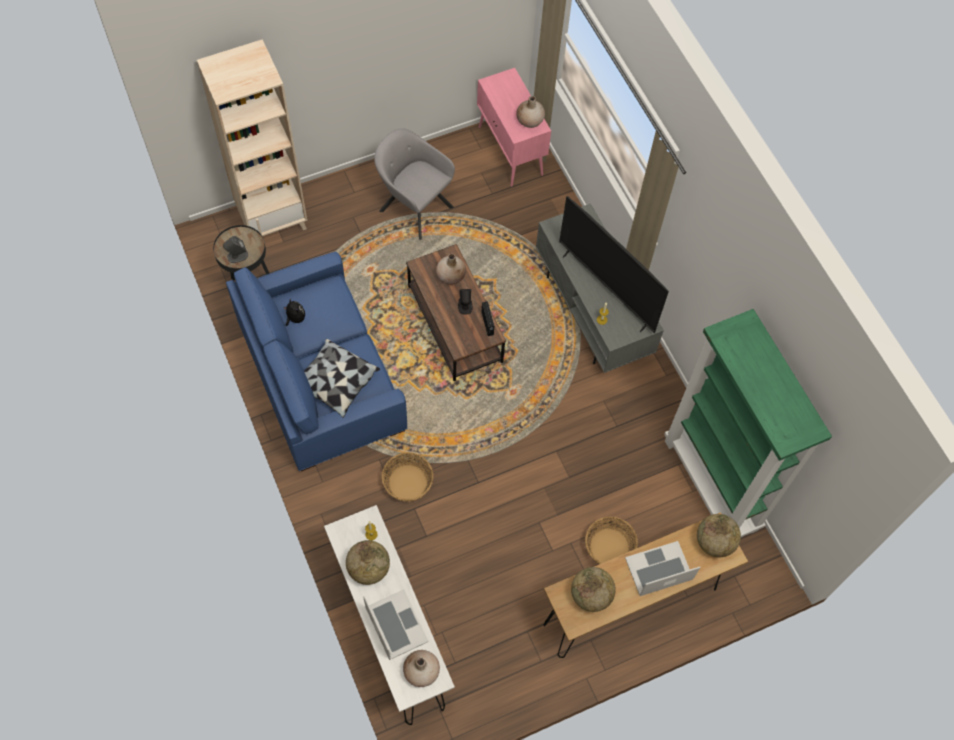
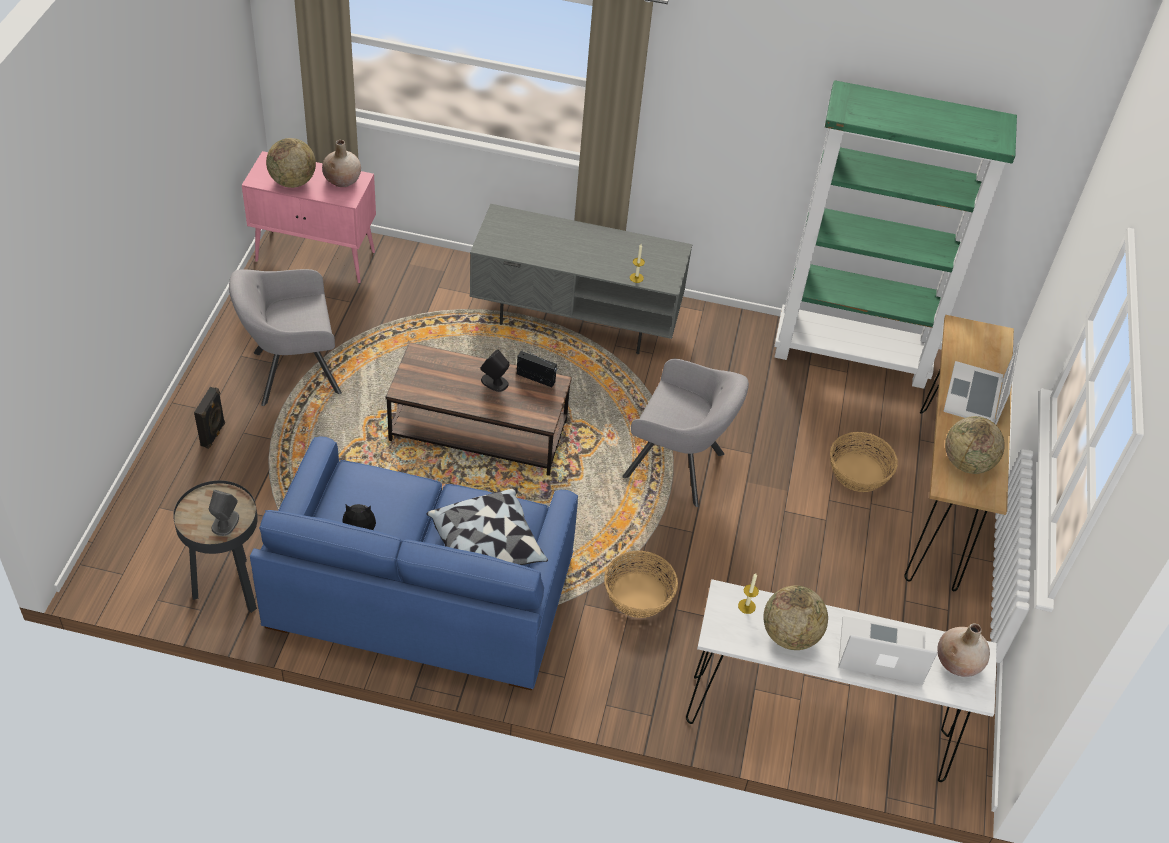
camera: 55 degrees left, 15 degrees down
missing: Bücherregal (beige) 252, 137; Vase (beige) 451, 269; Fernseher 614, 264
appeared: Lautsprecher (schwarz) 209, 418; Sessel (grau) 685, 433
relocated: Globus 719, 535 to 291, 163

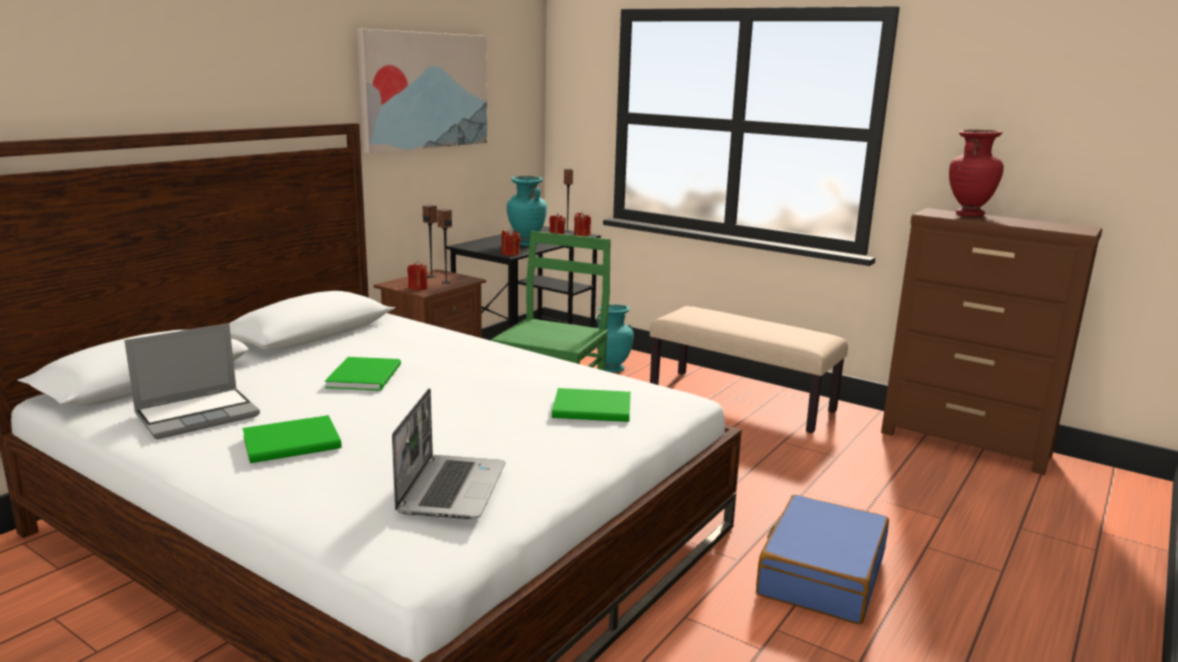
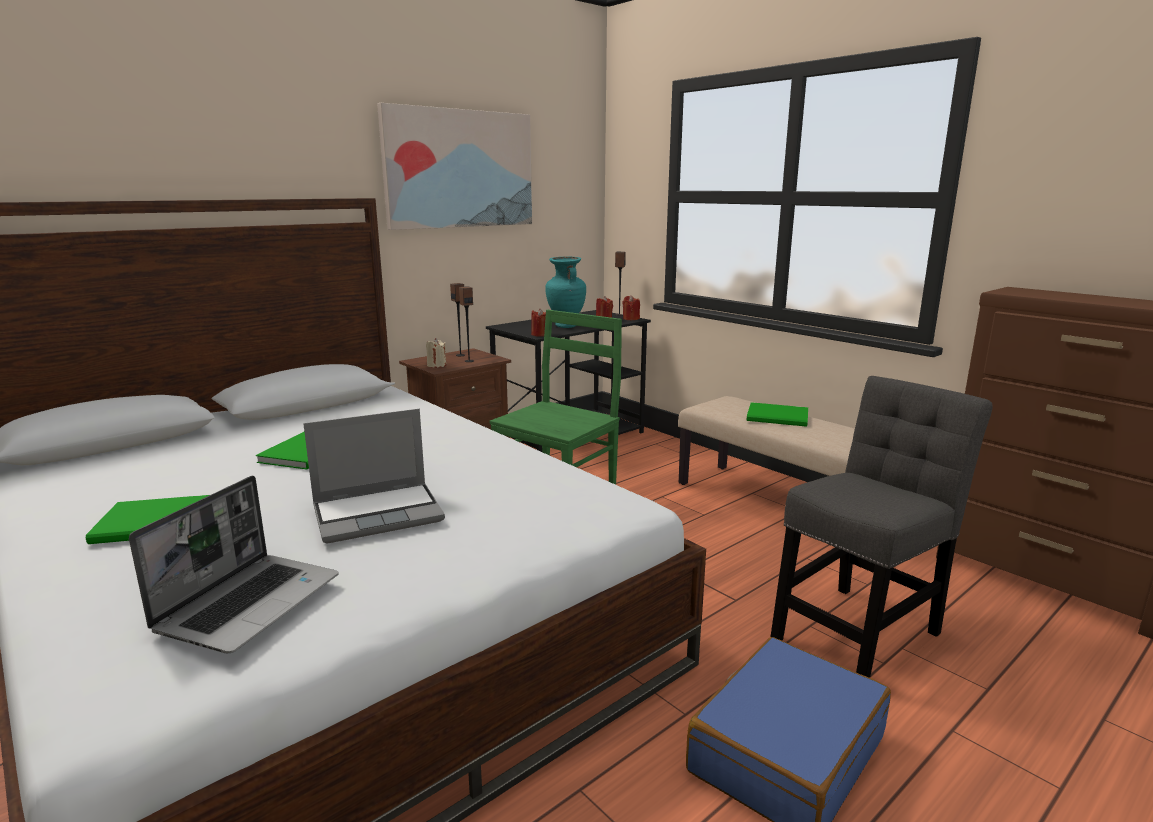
camera: 15 degrees right, 0 degrees up
missing: Vase (türkis) 615, 338; Vase (rot) 976, 173
appeared: Stuhl (grau) 881, 527
relocated: Laptop 192, 381 to 374, 476; Buch (grün) 591, 405 to 777, 414
colour: Kerze (rot) 417, 275 to Kerze (beige) 436, 353

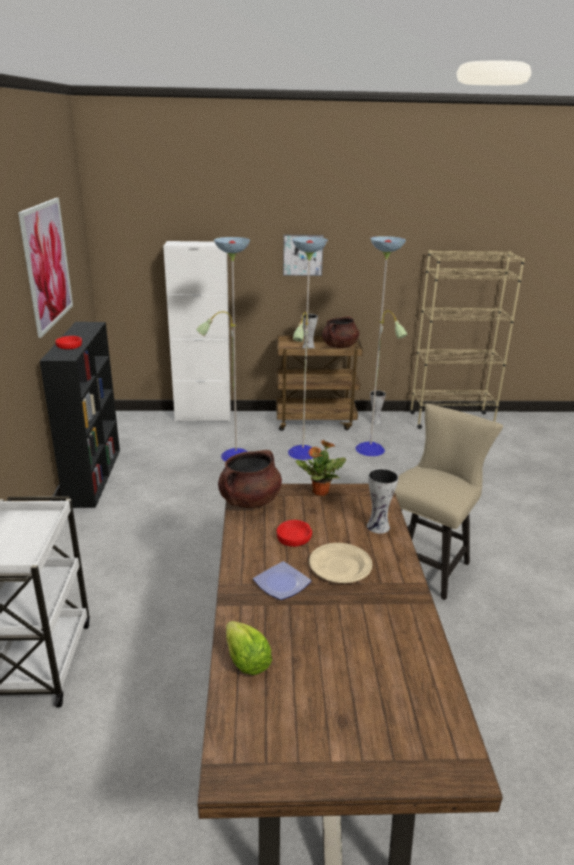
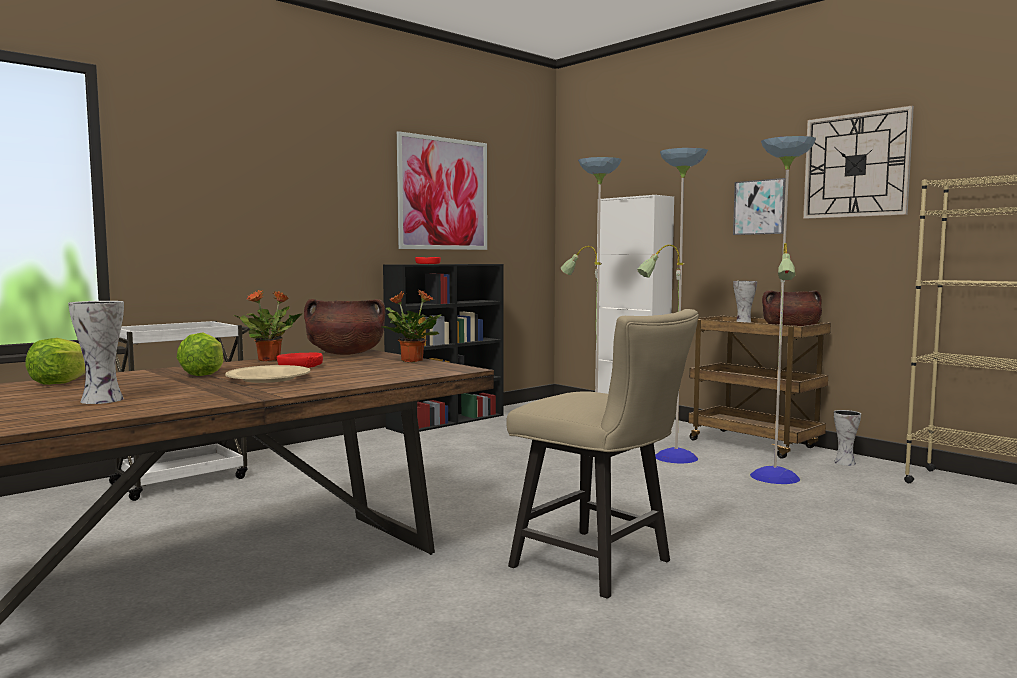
camera: 50 degrees right, 20 degrees down
appeared: Topfpflanze 268, 325; Wanduhr 858, 162
relocated: Vase 383, 501 to 96, 352
exchanged: Teller 282, 580 to Salatkopf 200, 354
spun: Stuhl (beige) 449, 502 = 602, 454 45 degrees clockwise

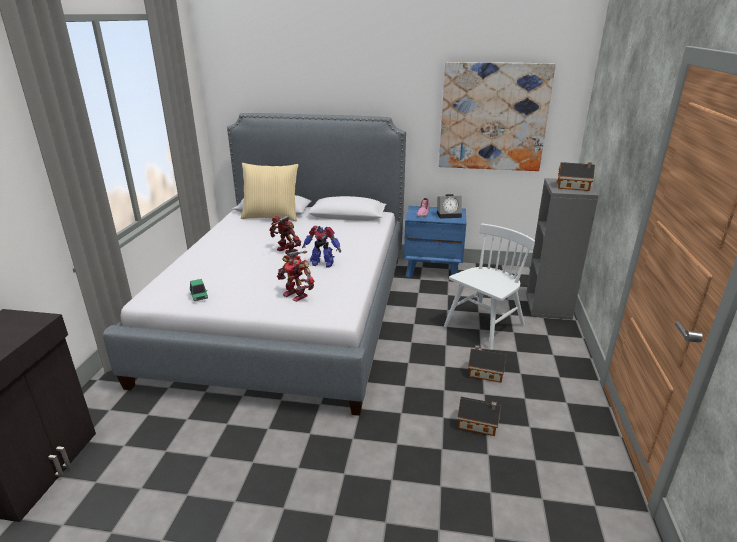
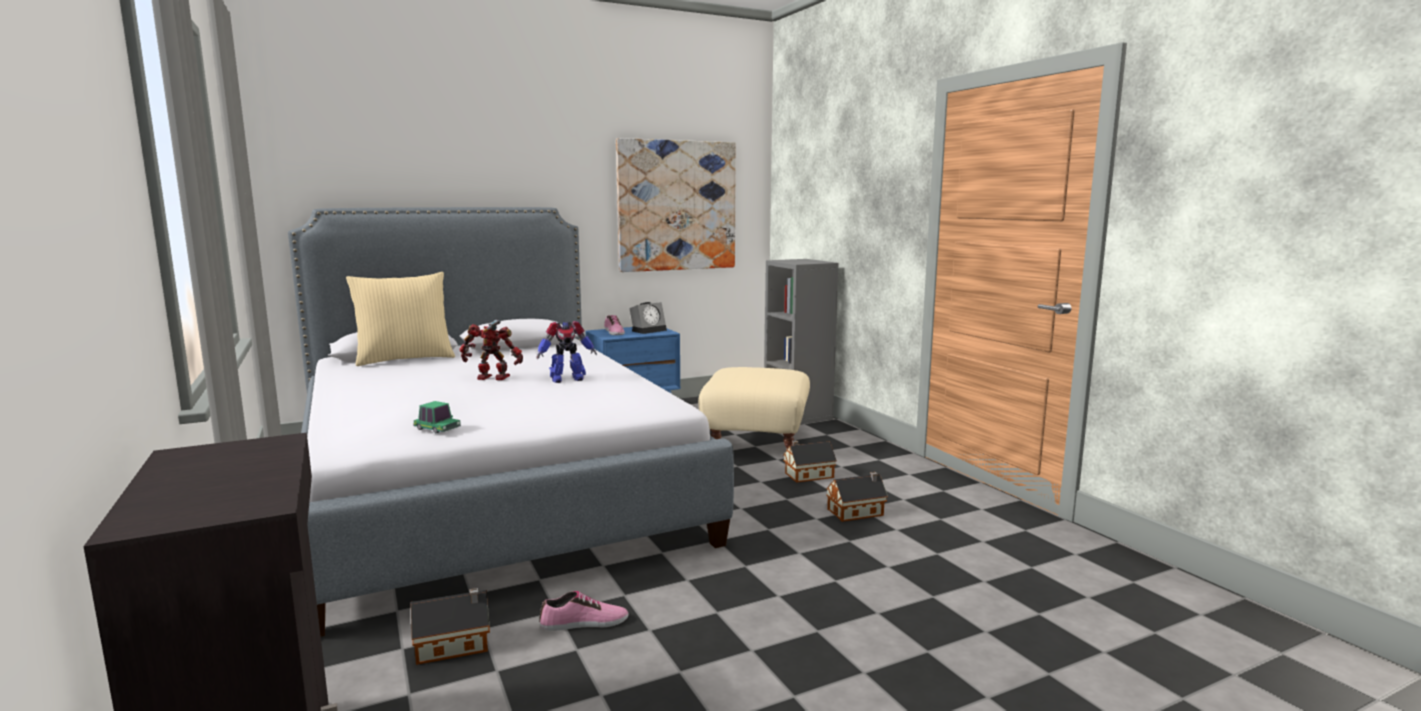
camera: 35 degrees left, 15 degrees down
missing: Spielzeugroboter 296, 276
appeared: Schuh 584, 611
relocated: Spielzeughaus 576, 176 to 450, 626
exchanged: Stuhl (weiß) 489, 287 to Polsterhocker (beige) 754, 408

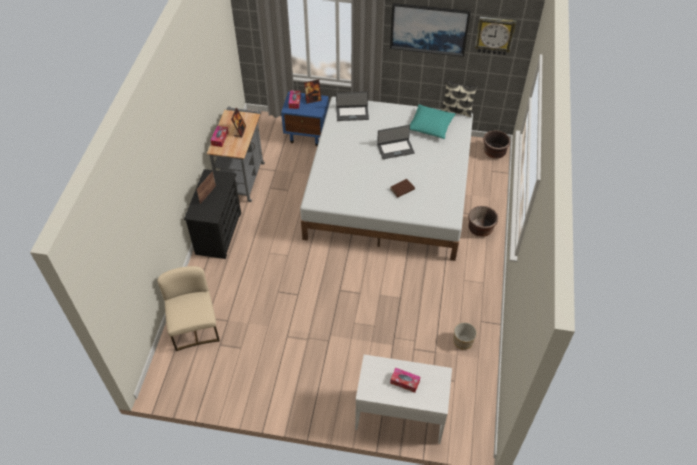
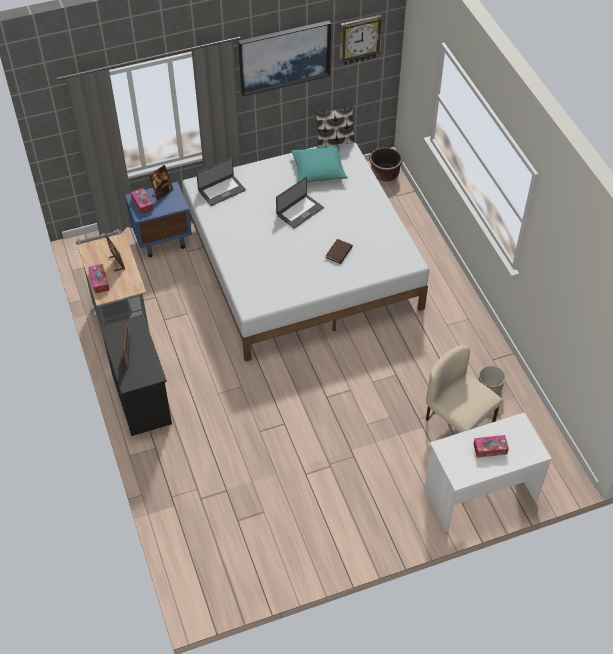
camera: 30 degrees left, 0 degrees up
missing: Pflanzkübel (braun) 483, 221
relocated: Stuhl (beige) 188, 308 to 464, 389

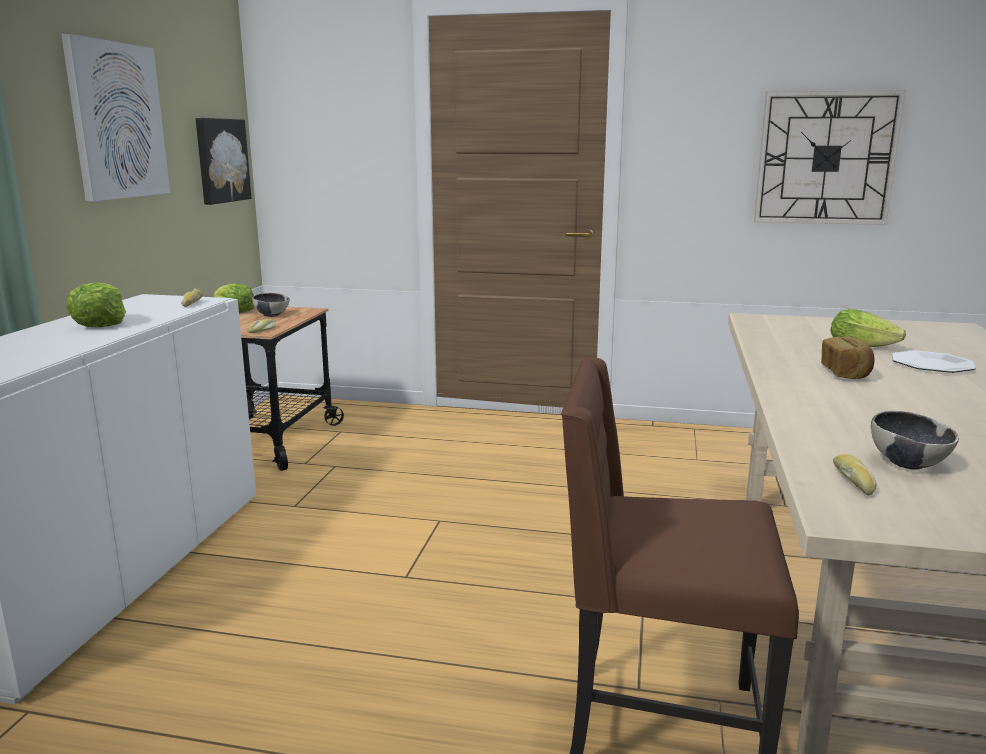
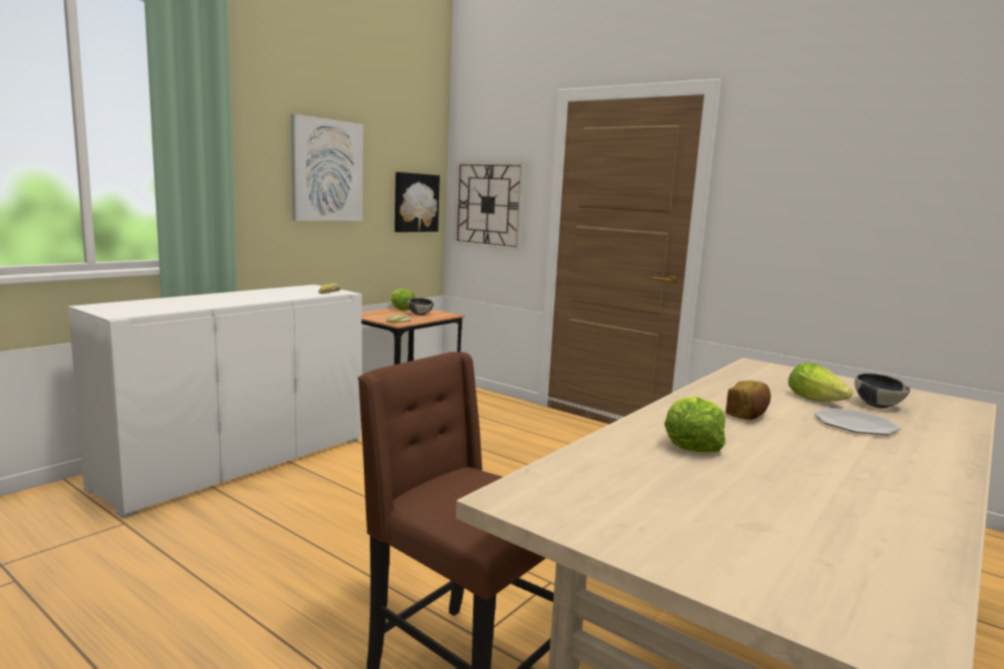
camera: 25 degrees right, 5 degrees down
missing: Brot 855, 475
relocated: Wanduhr 830, 157 to 489, 206; Salatkopf 96, 305 to 695, 424; Schüssel 915, 440 to 882, 390

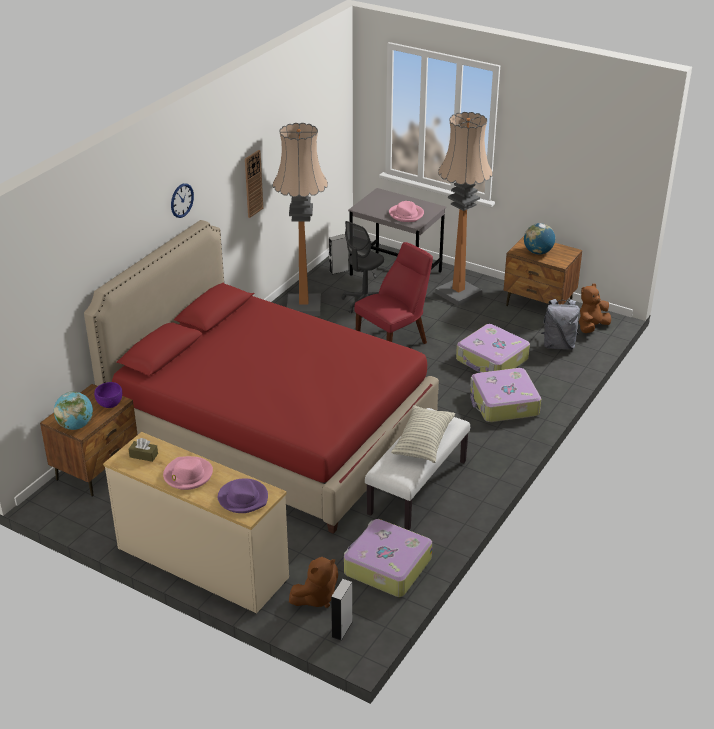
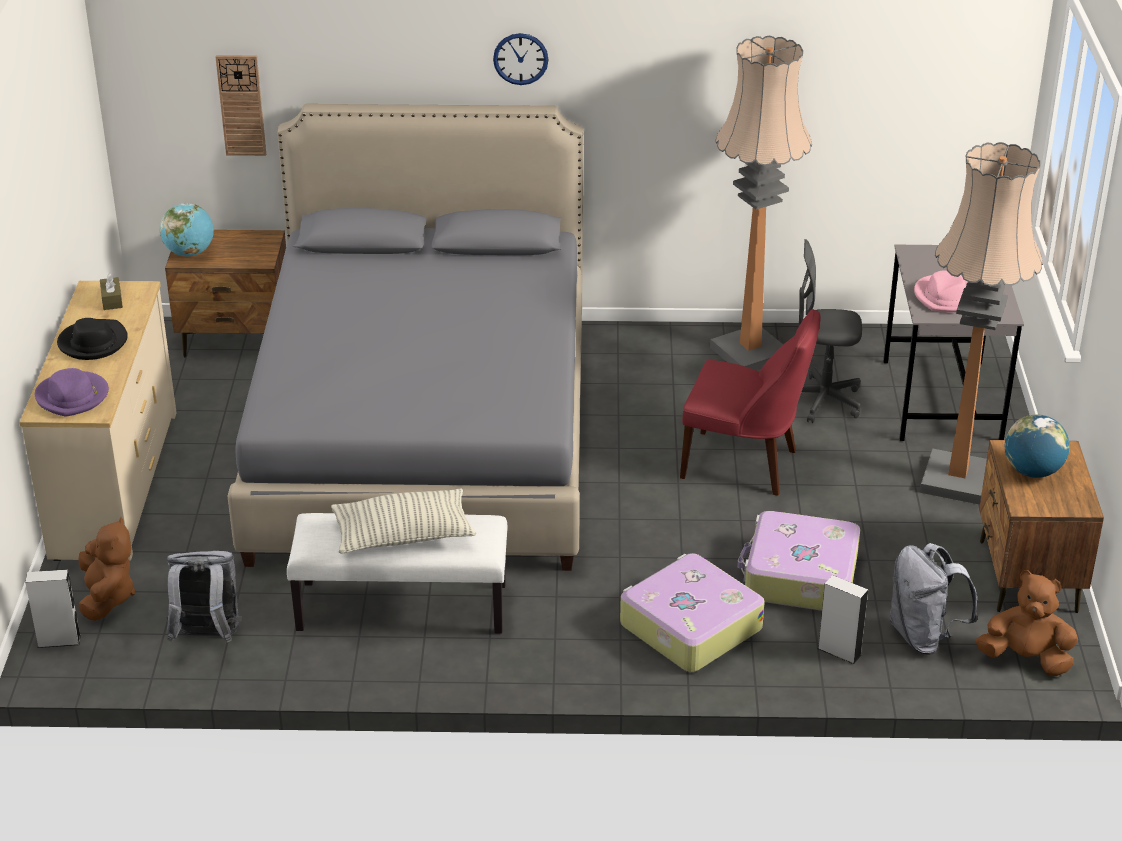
camera: 60 degrees right, 0 degrees up
missing: Schüssel (lila) 108, 395
relocated: Wanduhr 254, 184 to 240, 105; Lautsprecher (grau) 339, 254 to 842, 619
exchanged: Koffer 388, 558 to Rucksack (grau) 204, 597
colour: Hut (rosa) 188, 473 to Hut (schwarz) 92, 339; Bett (rot) 261, 377 to Bett (grau) 405, 337
spun: Plüschtier (braun) 313, 582 = 107, 569 120 degrees counterclockwise

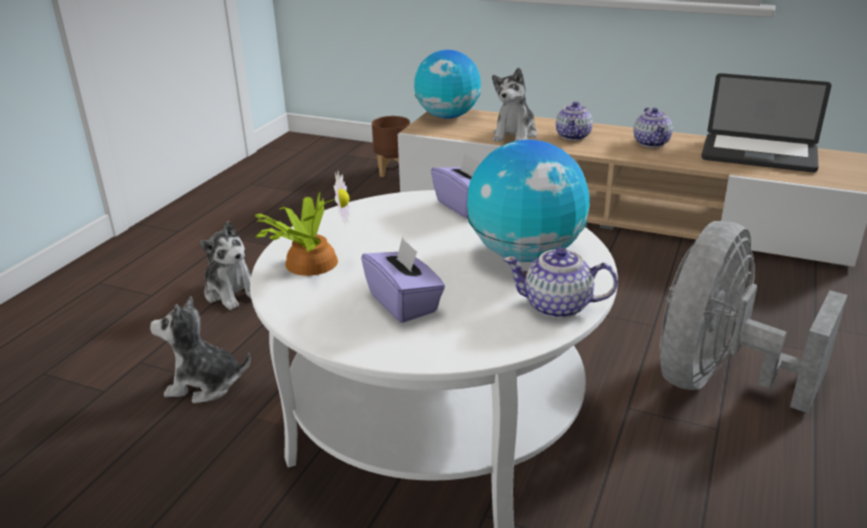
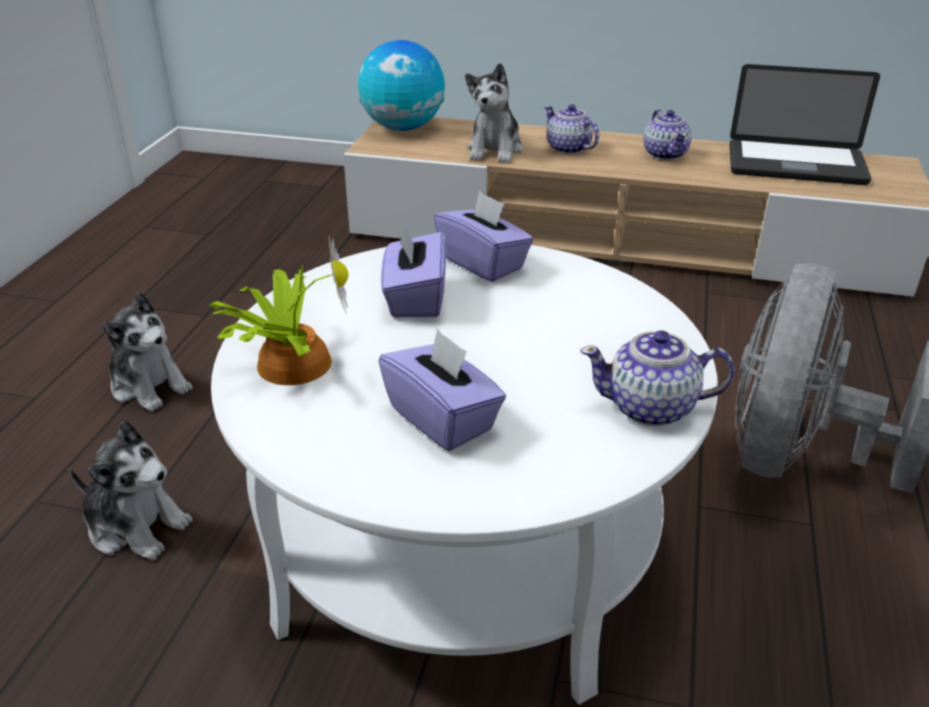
camera: 10 degrees left, 5 degrees up
missing: Pflanzkübel (braun) 391, 146; Globus 528, 201
appeared: Taschentuchbox (lila) 413, 269
spun: Plüschtier 200, 350 = 131, 490 150 degrees counterclockwise; Teekanne 574, 121 = 571, 129 135 degrees clockwise

